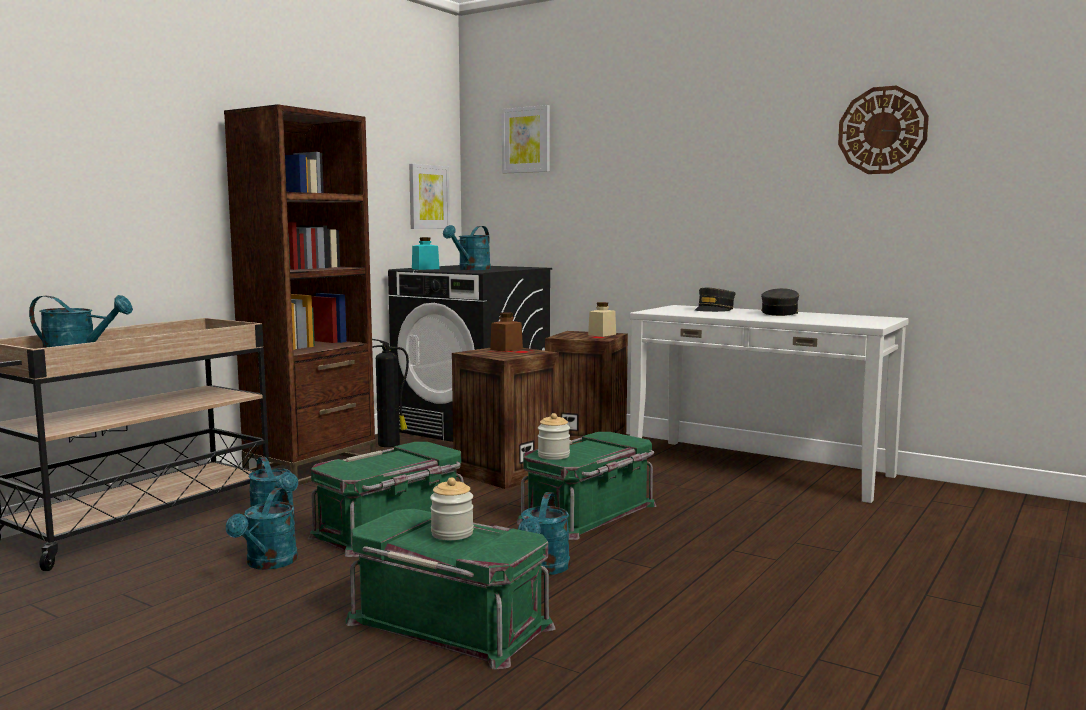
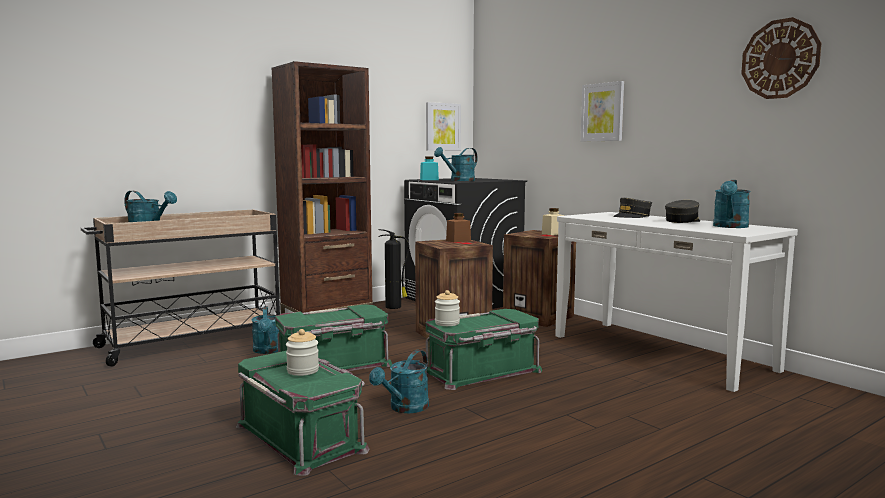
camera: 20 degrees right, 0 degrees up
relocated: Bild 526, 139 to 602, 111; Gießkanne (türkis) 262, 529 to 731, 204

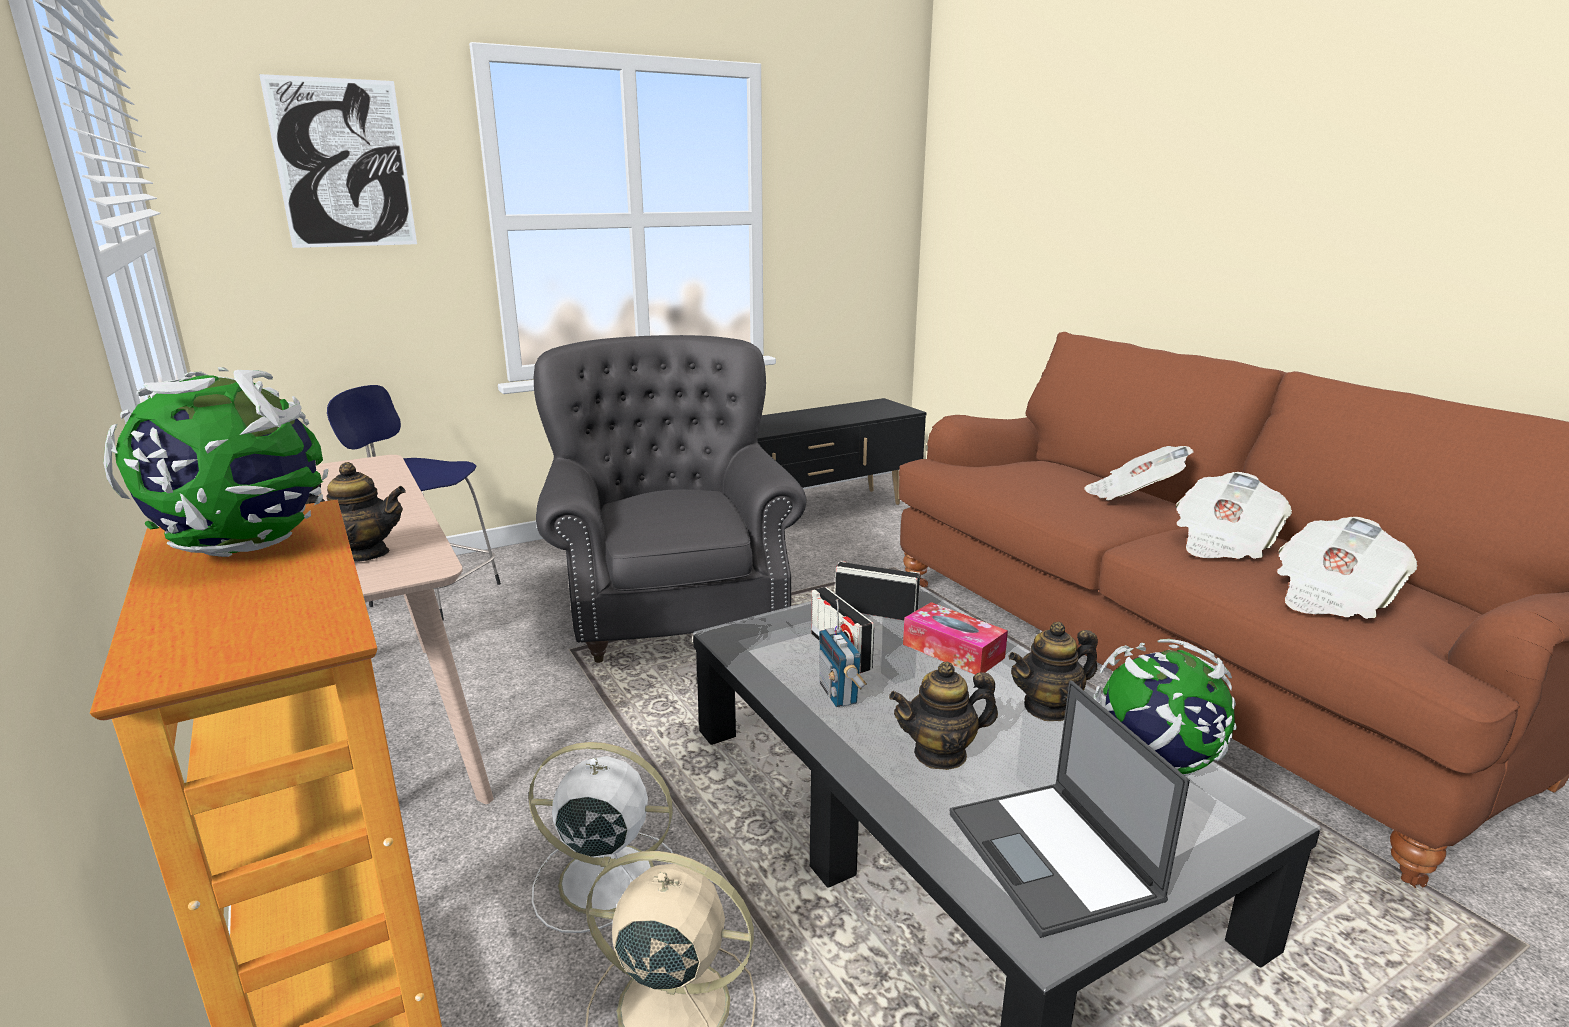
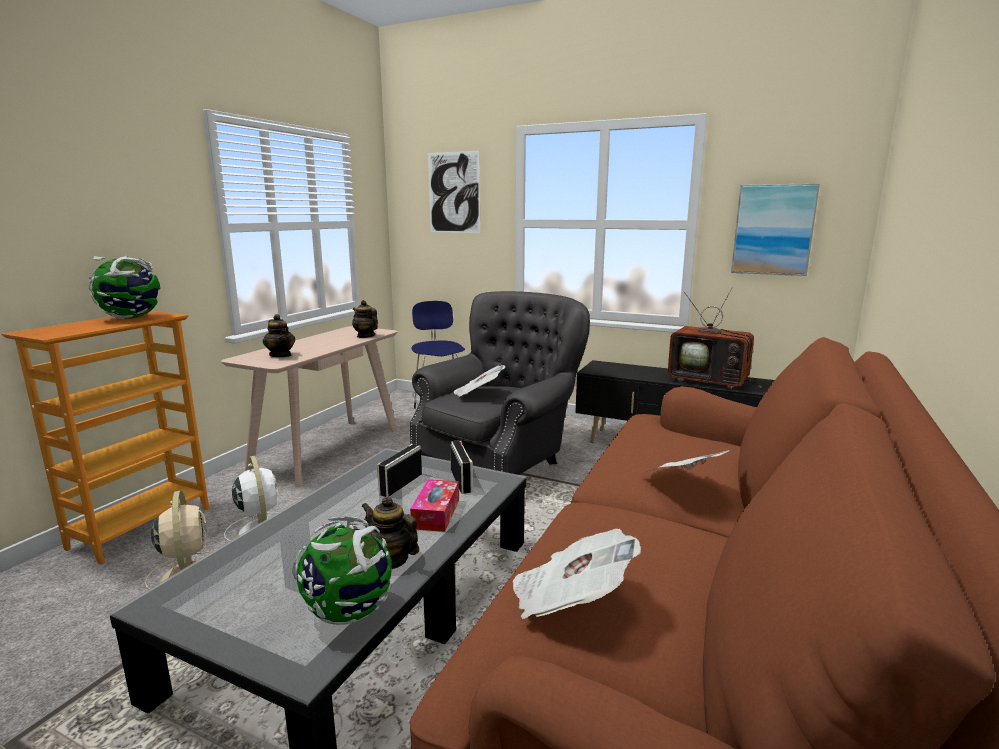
camera: 55 degrees right, 5 degrees down
missing: Radio 843, 653; Laptop 1070, 809
appeared: Fernseher 715, 338; Bild 775, 229
relocated: Teekanne 943, 716 to 365, 319; Zeitung 1234, 515 to 479, 381

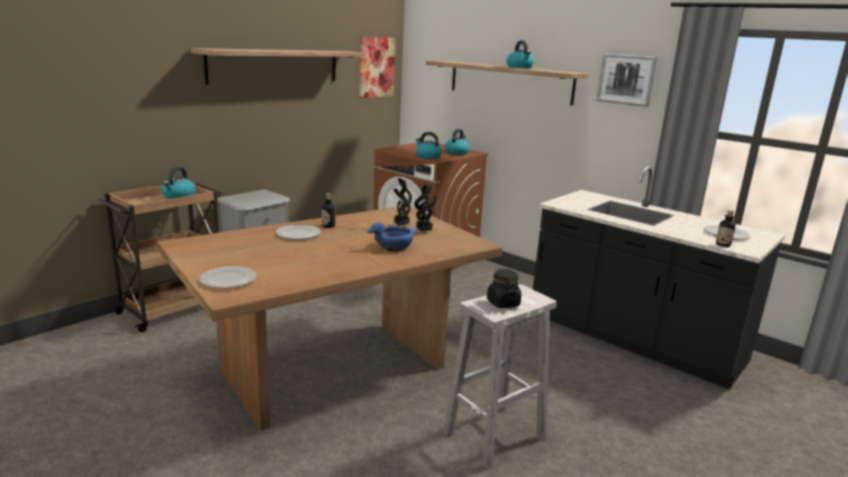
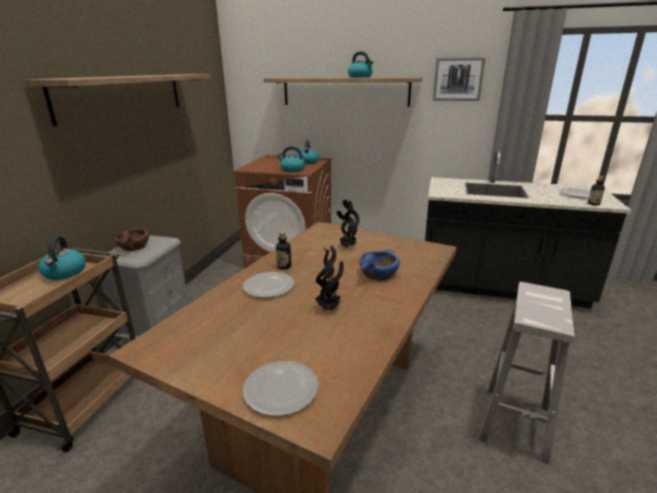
camera: 25 degrees left, 5 degrees up
missing: Bild 377, 67; Vorratsglas (schwarz) 504, 288
appeared: Schüssel (braun) 131, 239
relocated: Topfpflanze 426, 207 to 329, 278

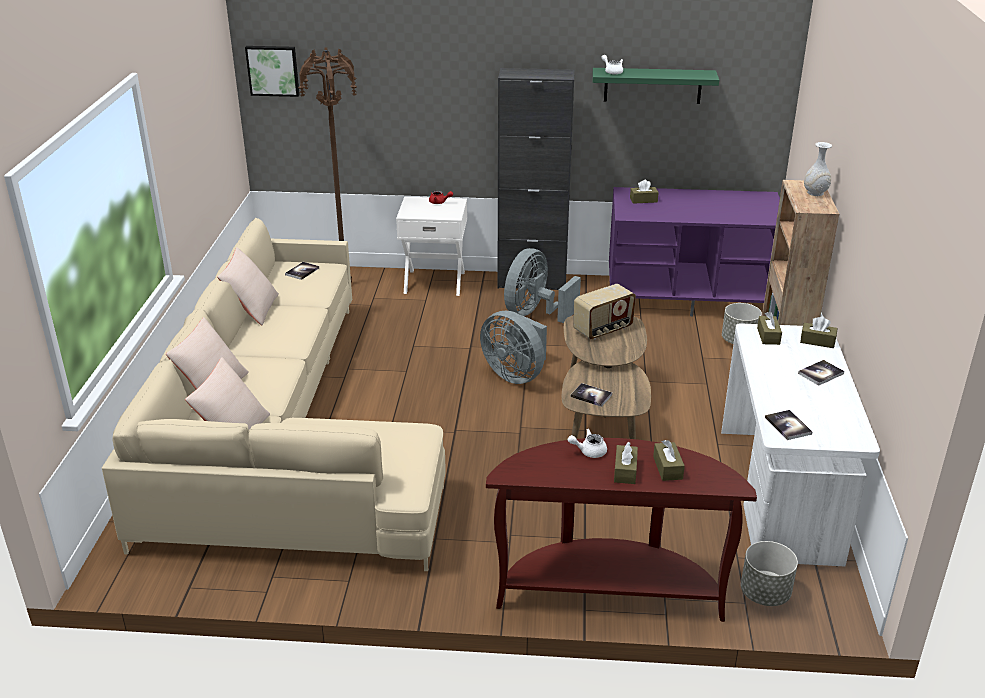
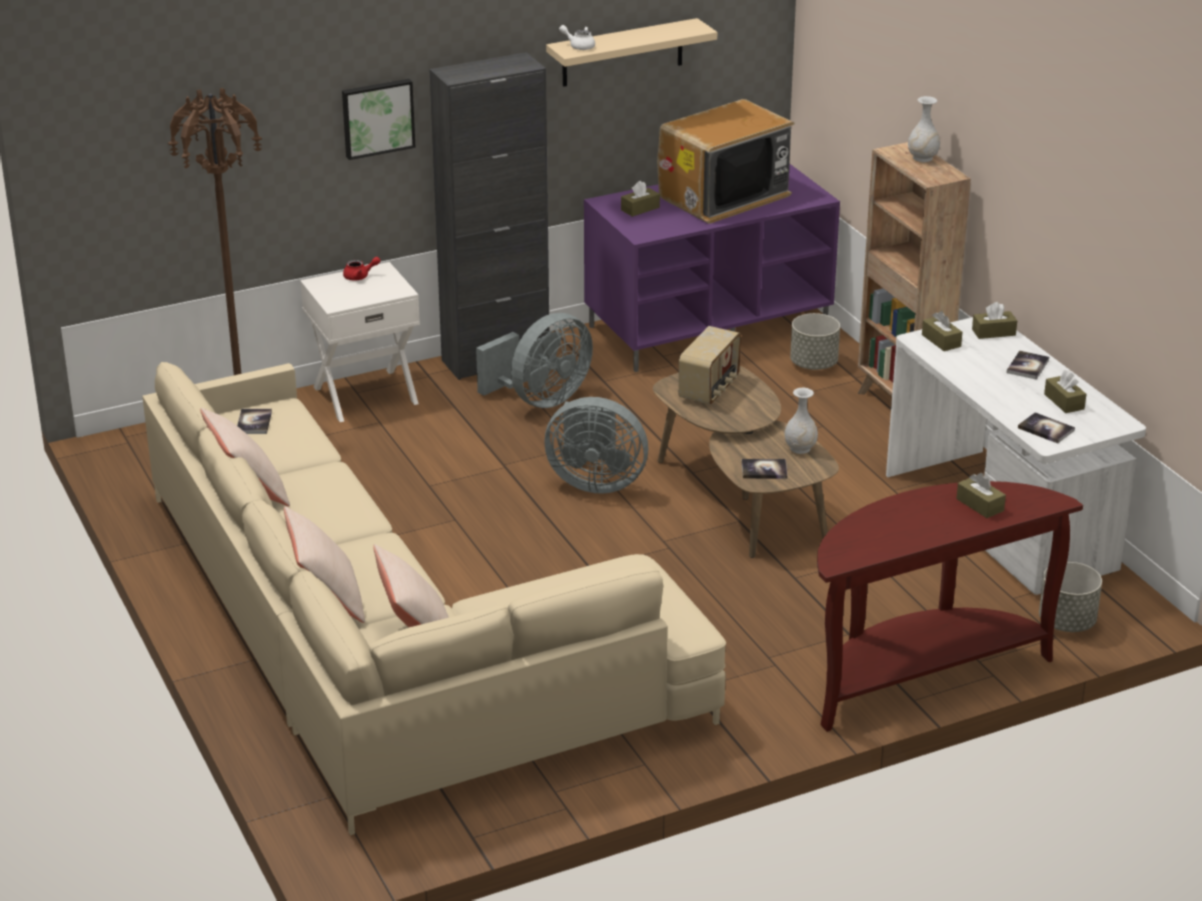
camera: 30 degrees left, 0 degrees up
missing: Teekanne (weiß) 587, 443
appeared: Fernseher 726, 161; Vase (weiß) 801, 421
relocated: Bild 272, 71 to 379, 119; Taschentuchbox (braun) 626, 463 to 1065, 391
colour: Wandregal (grün) 656, 86 to Wandregal (beige) 631, 52
spun: Ventilator (grau) 542, 285 = 534, 360 135 degrees counterclockwise

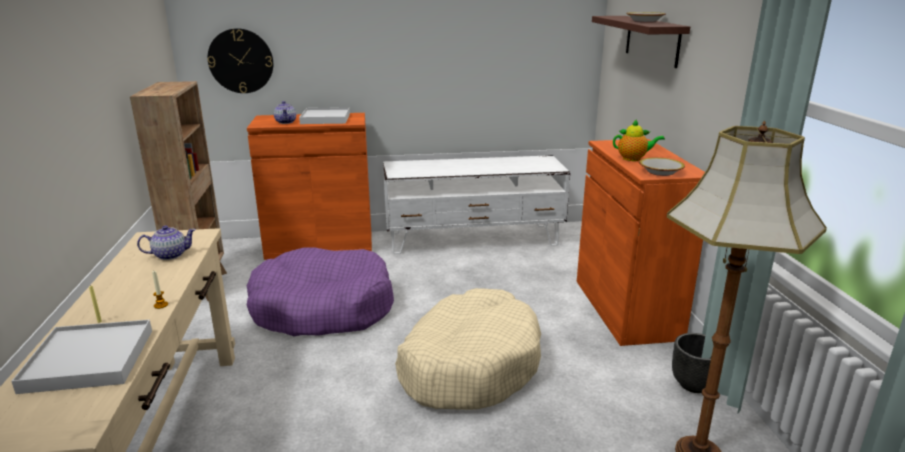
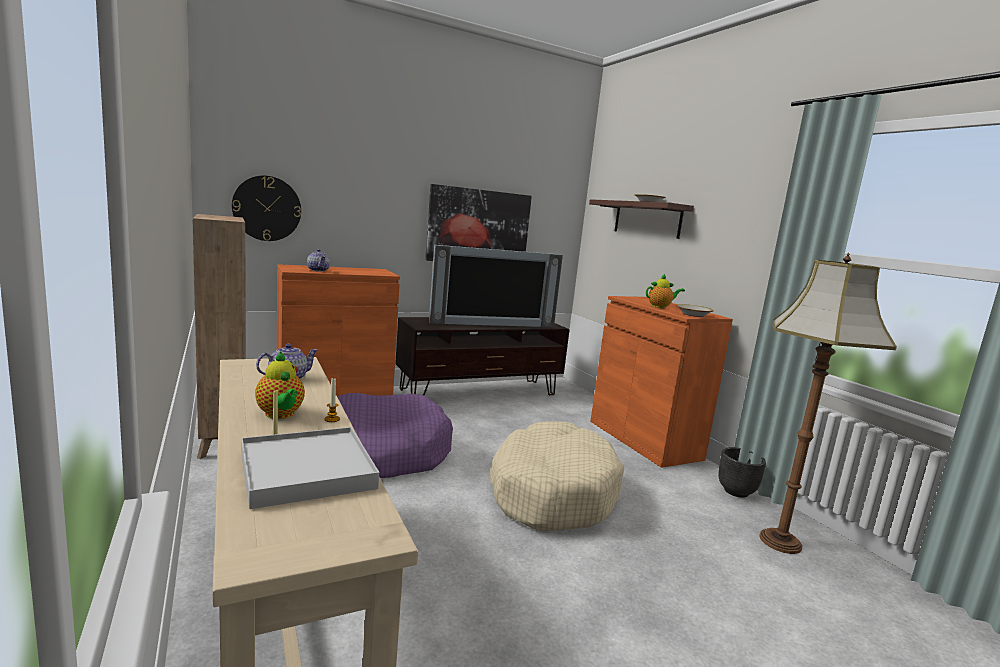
camera: 20 degrees left, 10 degrees down
missing: Tablett (weiß) 324, 115
appeared: Teekanne 280, 385; Bild 478, 222; Fernseher 496, 286
colour: Fernsehschrank (weiß) 476, 204 to Fernsehschrank (braun) 482, 356

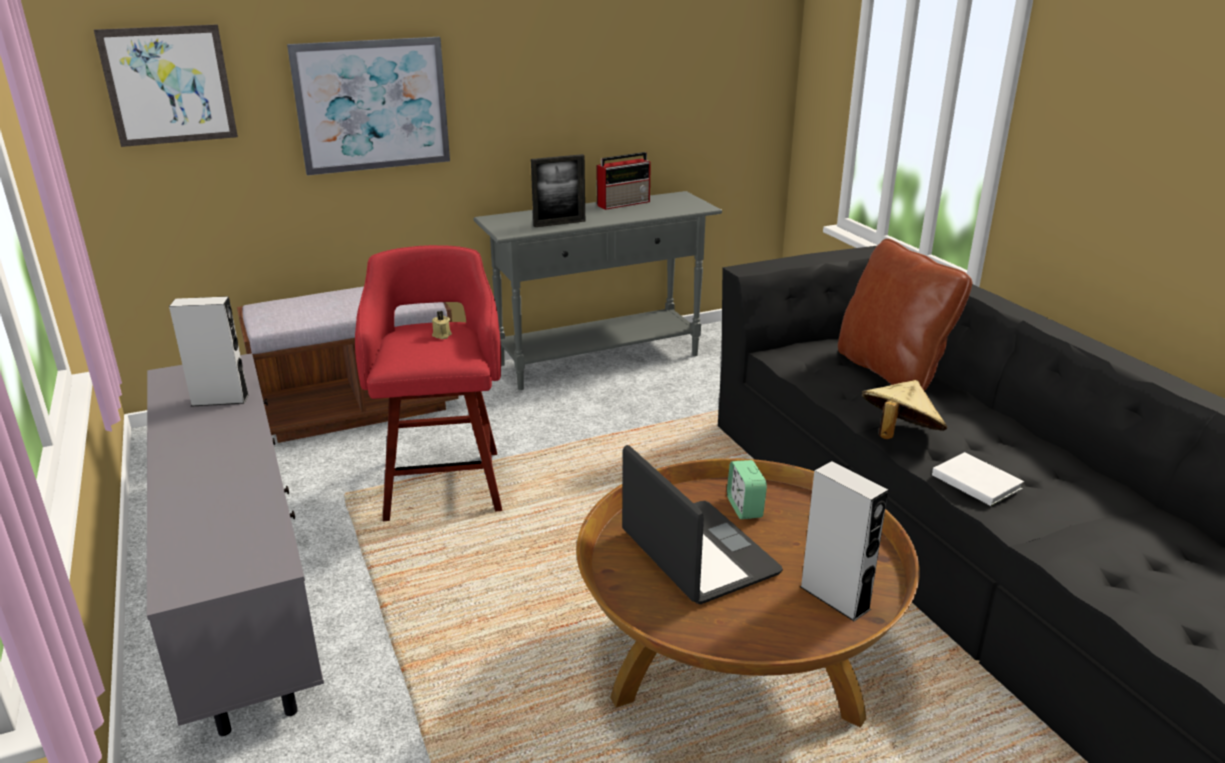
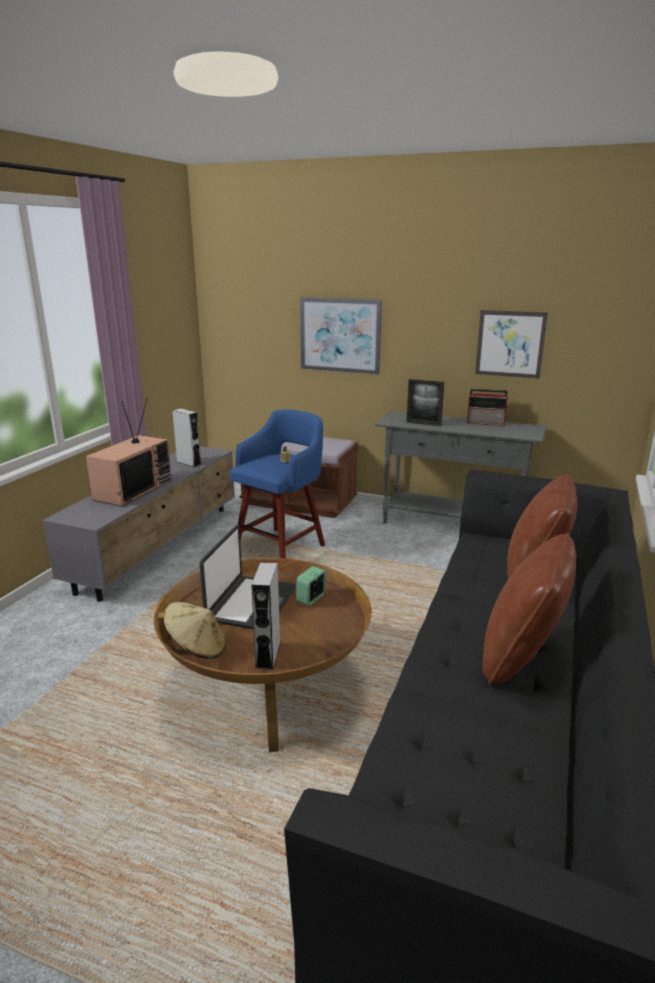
camera: 45 degrees right, 5 degrees down
missing: Buch (weiß) 978, 479
appeared: Fernseher 129, 452; Kissen (braun) 529, 609
relocated: Hut (beige) 904, 409 to 192, 630; Bild 166, 85 to 511, 344
colour: Hocker (rot) 428, 383 to Hocker (blau) 277, 484

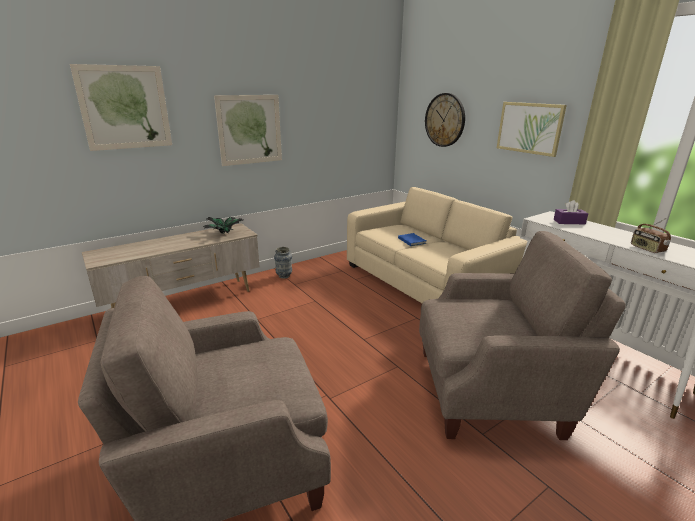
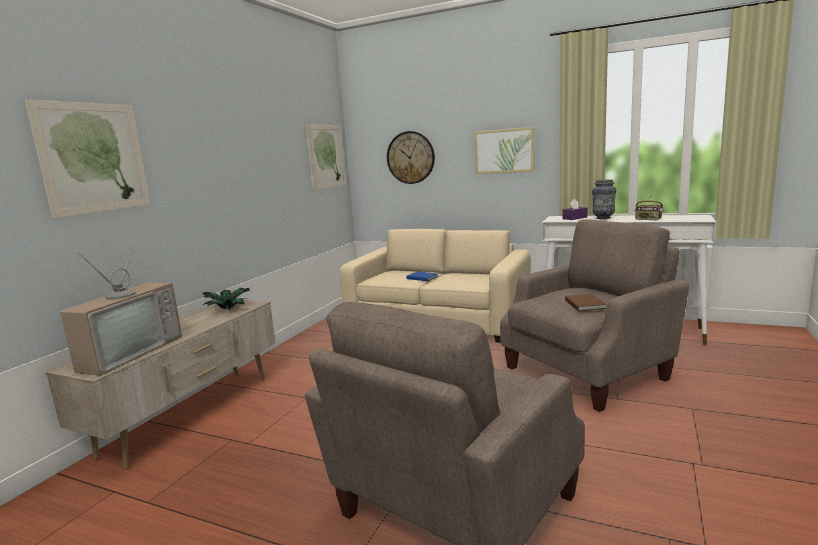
camera: 30 degrees left, 10 degrees down
appeared: Fernseher 121, 307; Buch (braun) 586, 302
relocated: Bild 248, 130 to 326, 157; Vase 283, 263 to 604, 199

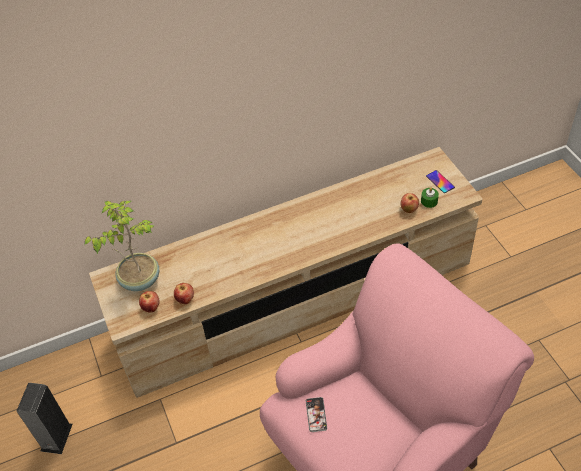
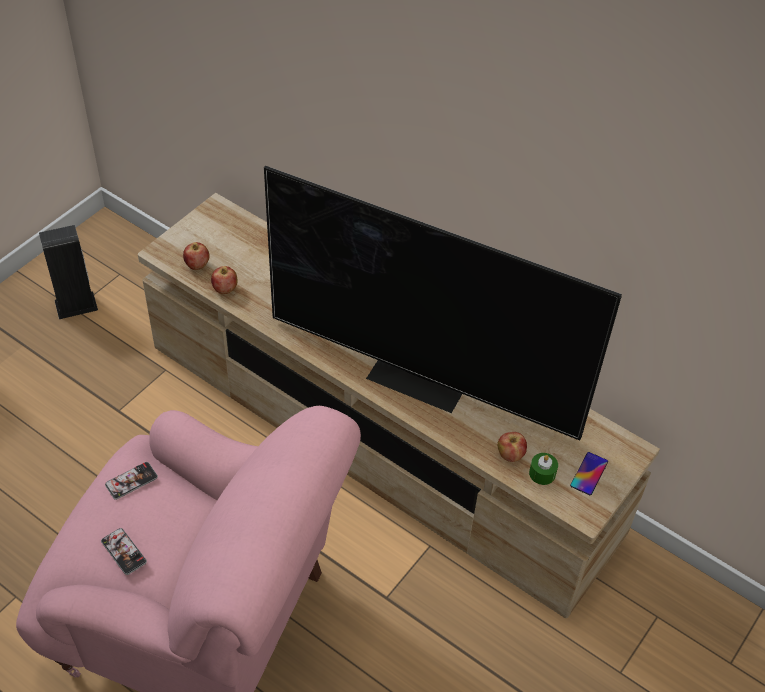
camera: 55 degrees right, 0 degrees up
missing: Topfpflanze 121, 246
appeared: Handy 124, 551; Fernseher 443, 303

